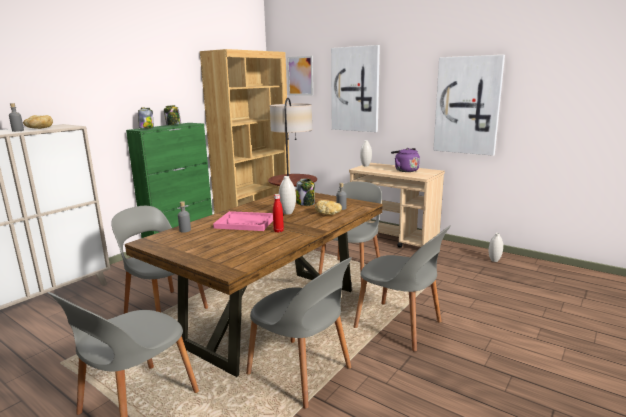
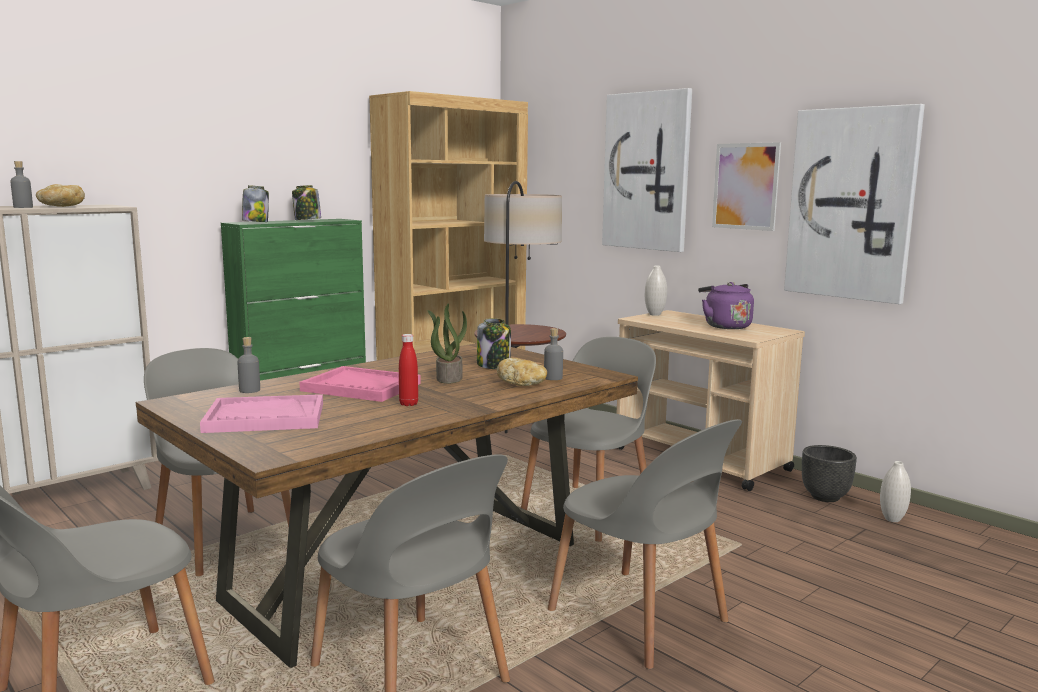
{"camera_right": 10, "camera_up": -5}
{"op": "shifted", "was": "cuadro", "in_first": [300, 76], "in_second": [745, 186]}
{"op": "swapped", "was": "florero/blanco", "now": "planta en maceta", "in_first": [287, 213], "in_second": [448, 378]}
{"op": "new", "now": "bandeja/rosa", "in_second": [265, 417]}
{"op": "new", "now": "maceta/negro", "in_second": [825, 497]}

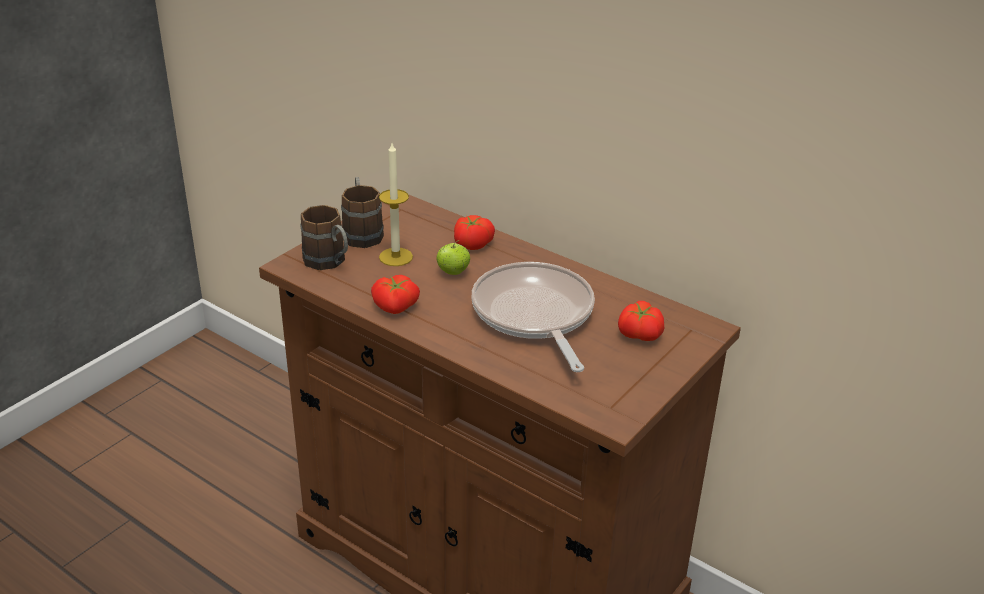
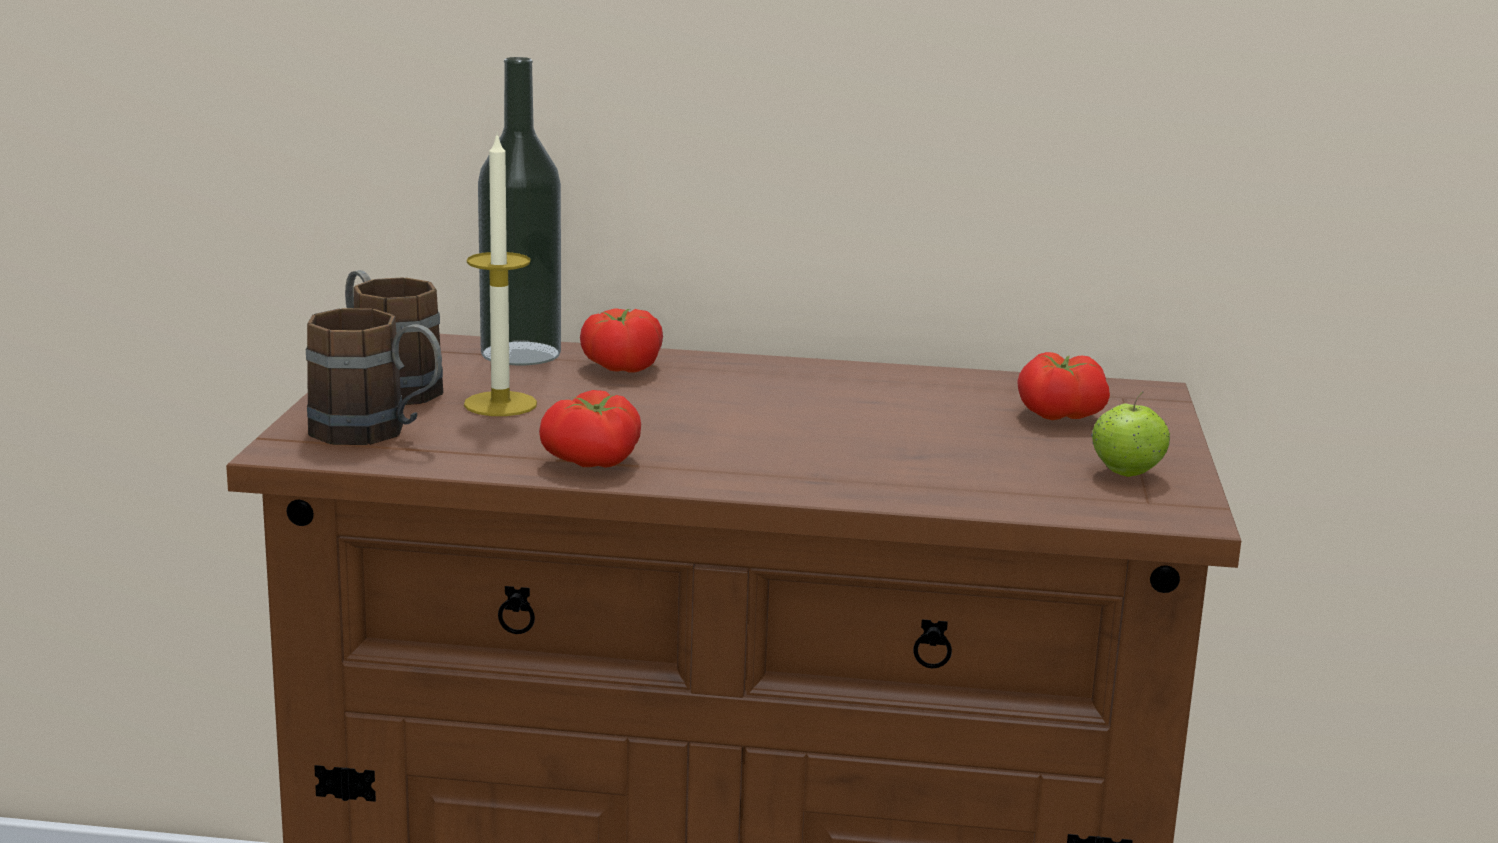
{"camera_right": -30, "camera_up": -15}
{"op": "shifted", "was": "manzana", "in_first": [453, 272], "in_second": [1126, 474]}
{"op": "gone", "was": "sartén", "in_first": [534, 315]}
{"op": "new", "now": "botella", "in_second": [521, 353]}

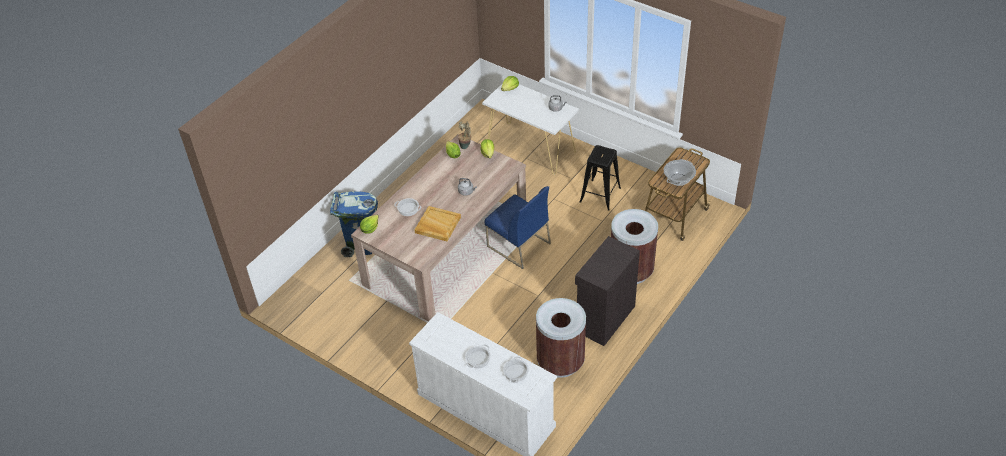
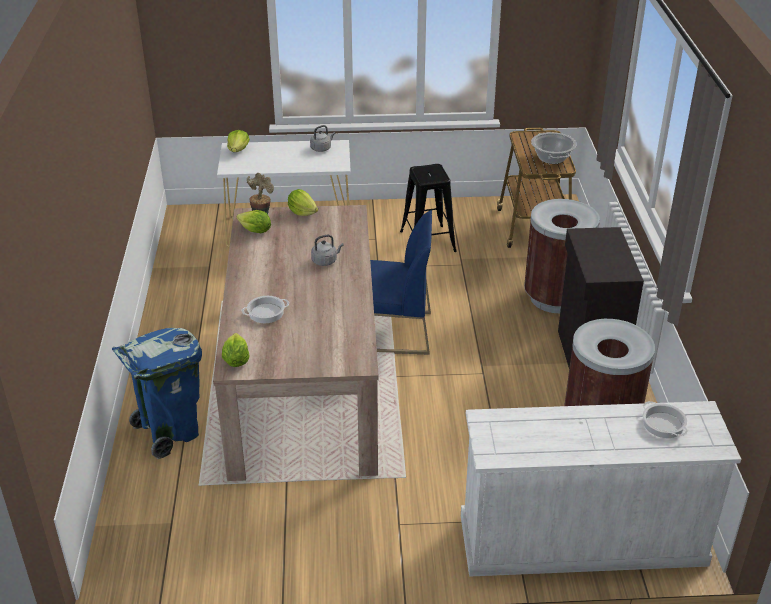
{"camera_right": -40, "camera_up": -10}
{"op": "gone", "was": "bandeja/beis", "in_first": [437, 225]}
{"op": "gone", "was": "olla", "in_first": [478, 359]}

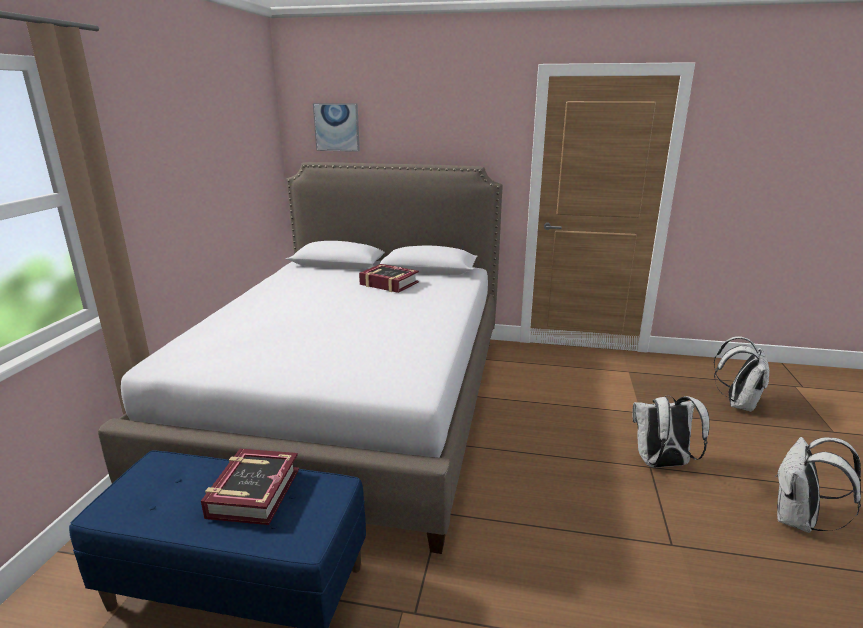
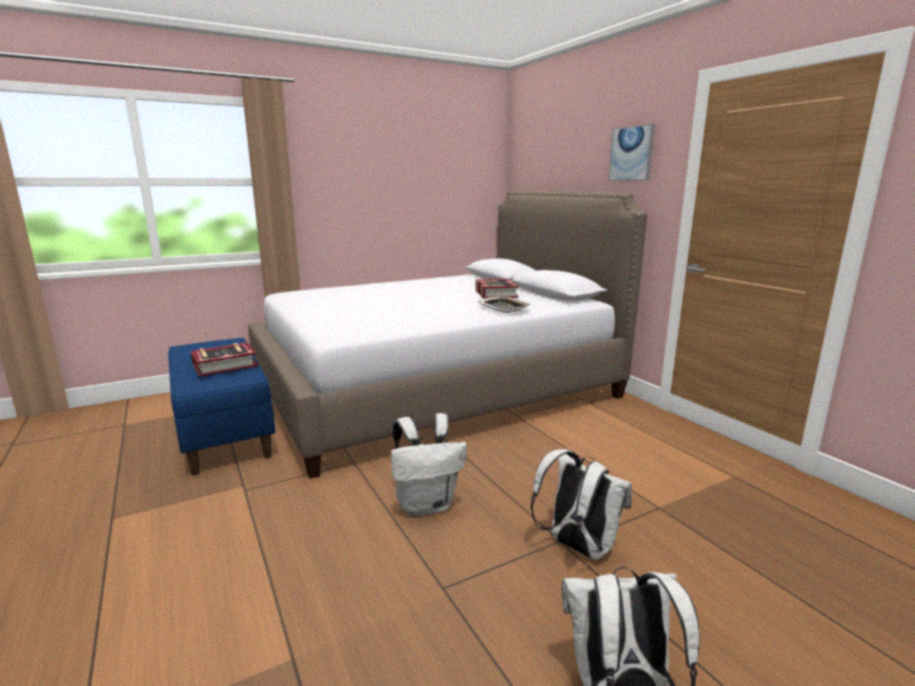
{"camera_right": 50, "camera_up": -5}
{"op": "shifted", "was": "cuadro", "in_first": [337, 127], "in_second": [631, 154]}
{"op": "shifted", "was": "mochila/blanco", "in_first": [737, 403], "in_second": [426, 505]}
{"op": "new", "now": "bandeja", "in_second": [504, 308]}

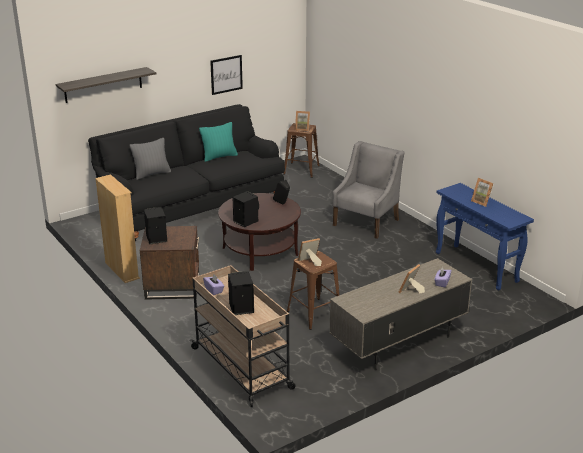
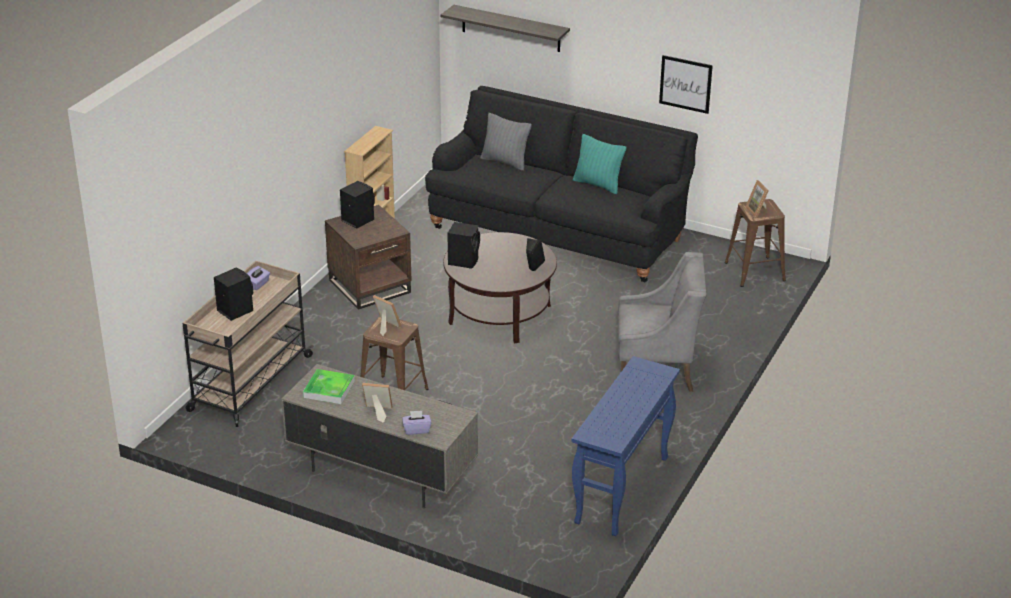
{"camera_right": 60, "camera_up": 5}
{"op": "gone", "was": "portarretratos", "in_first": [482, 202]}
{"op": "new", "now": "bandeja", "in_second": [329, 389]}

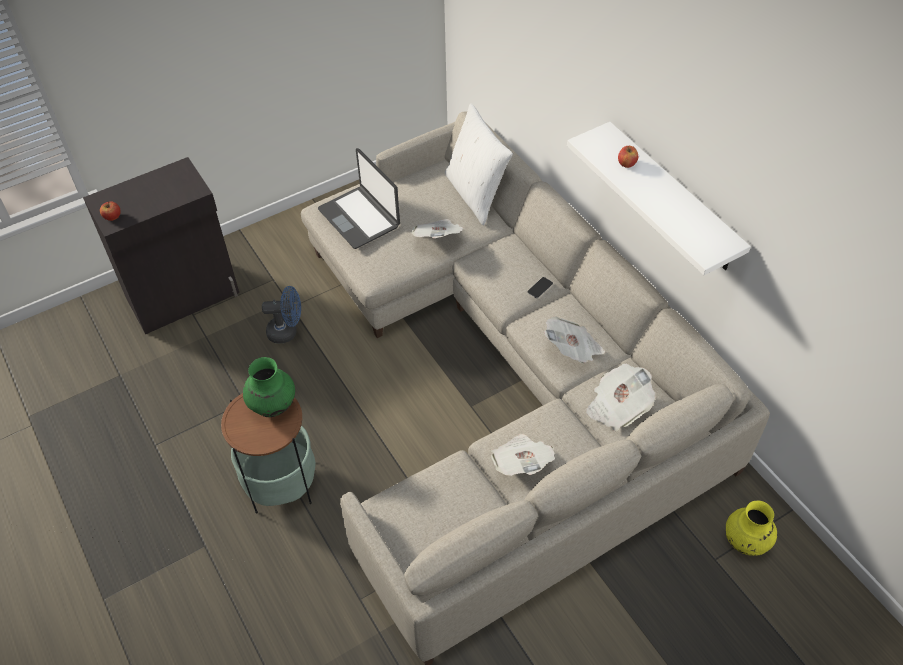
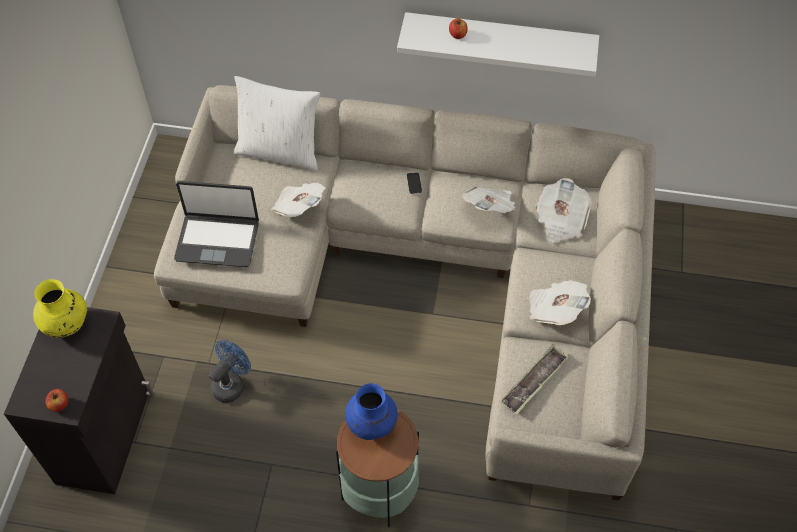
{"camera_right": -50, "camera_up": 5}
{"op": "repainted", "was": "florero/verde", "now": "florero/azul", "in_first": [272, 405], "in_second": [371, 424]}
{"op": "shifted", "was": "florero/amarillo", "in_first": [745, 541], "in_second": [66, 324]}
{"op": "new", "now": "bandeja", "in_second": [534, 381]}

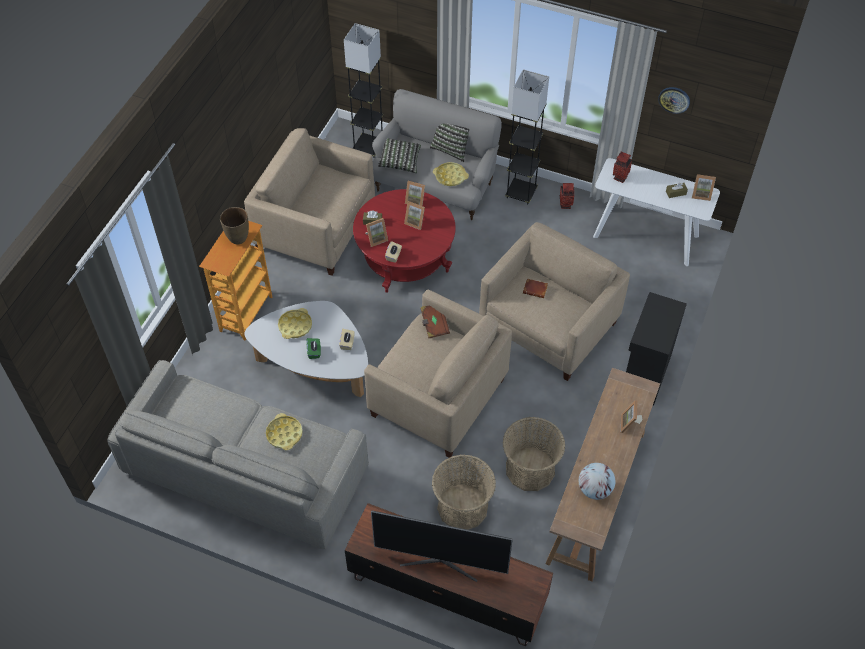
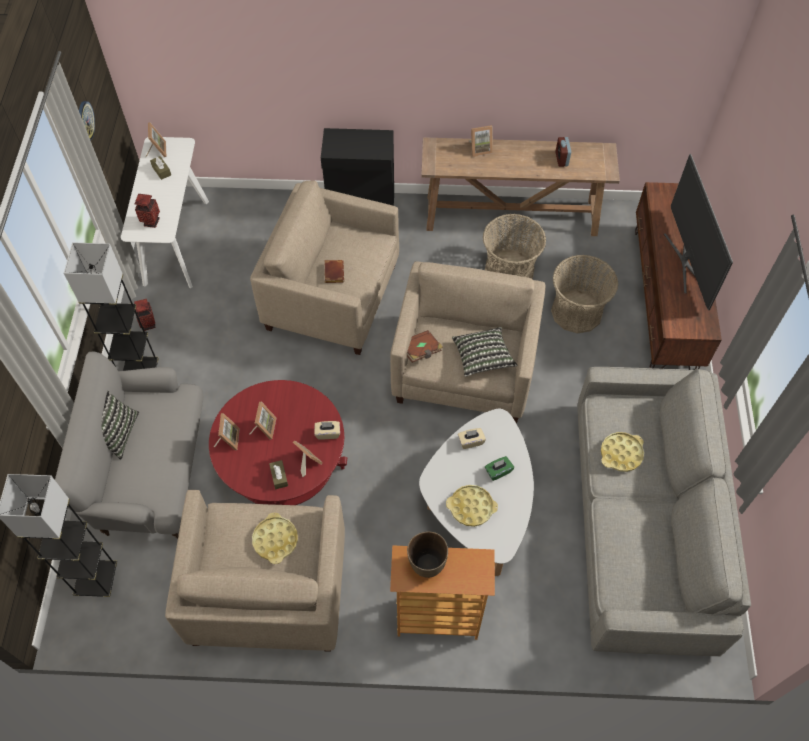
{"camera_right": -110, "camera_up": 5}
{"op": "shifted", "was": "cojín", "in_first": [399, 161], "in_second": [482, 357]}
{"op": "shifted", "was": "bandeja/amarillo", "in_first": [450, 176], "in_second": [275, 540]}
{"op": "swapped", "was": "globo terráqueo", "now": "despertador", "in_first": [594, 489], "in_second": [561, 159]}

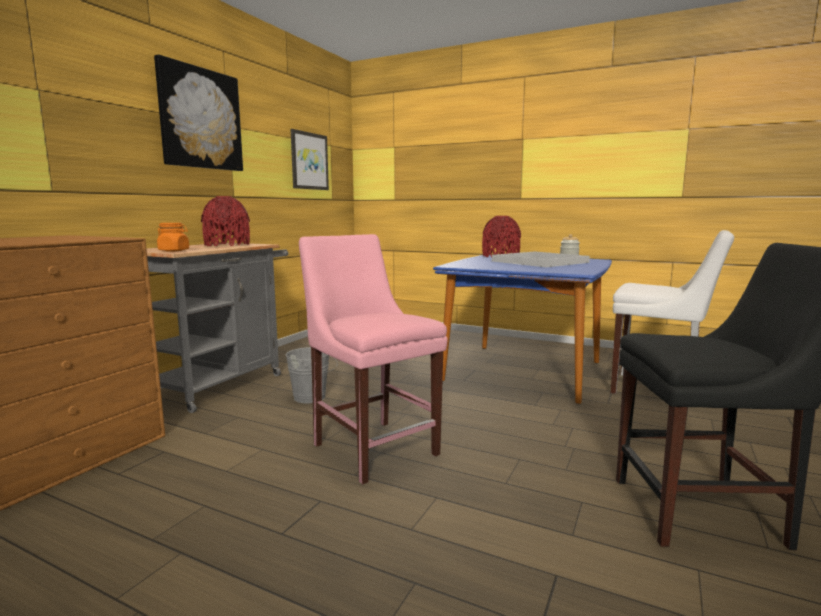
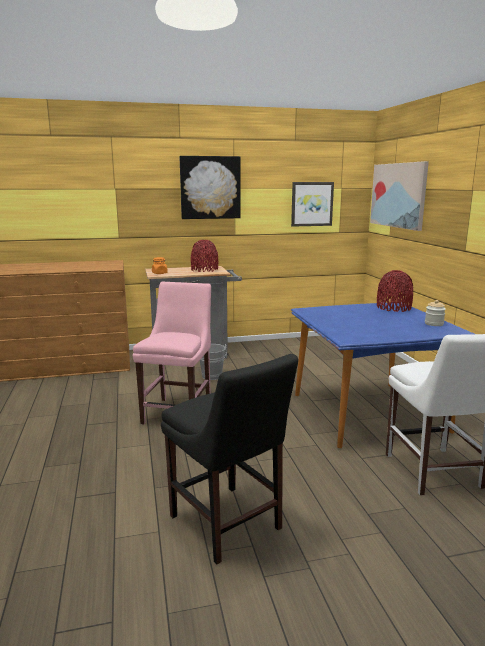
{"camera_right": 50, "camera_up": 5}
{"op": "gone", "was": "bandeja/blanco", "in_first": [541, 262]}
{"op": "new", "now": "cuadro", "in_second": [398, 195]}

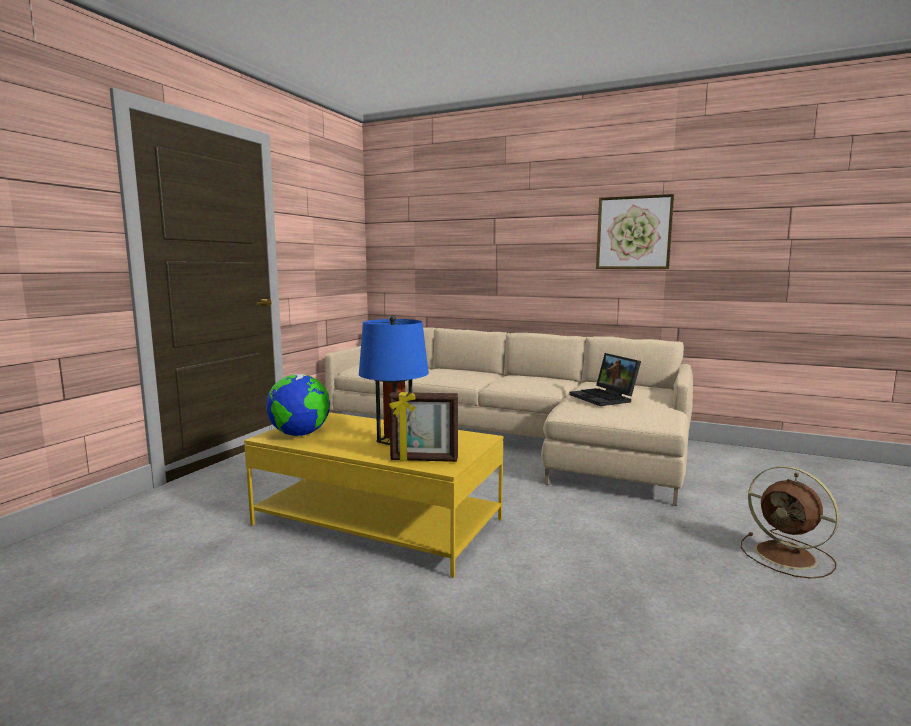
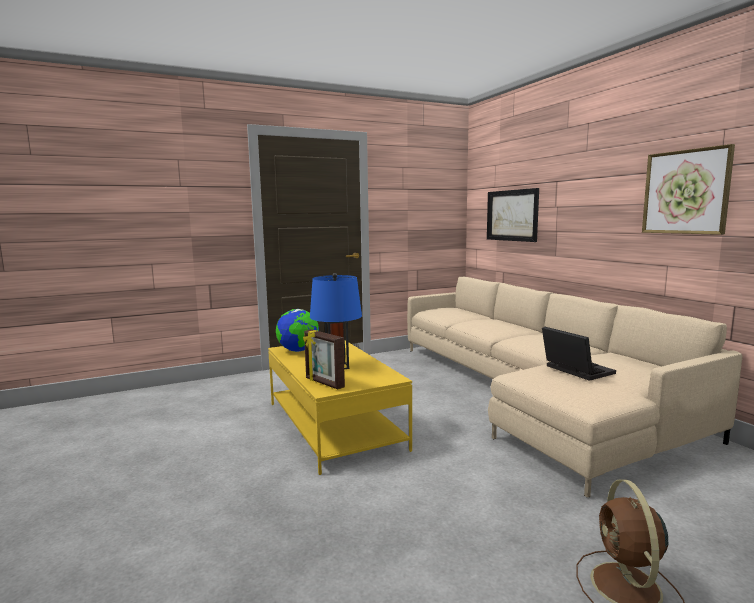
{"camera_right": 40, "camera_up": 0}
{"op": "rotated", "was": "portátil", "in_first": [605, 398], "in_second": [574, 370], "clockwise": 135}
{"op": "new", "now": "cuadro", "in_second": [512, 215]}

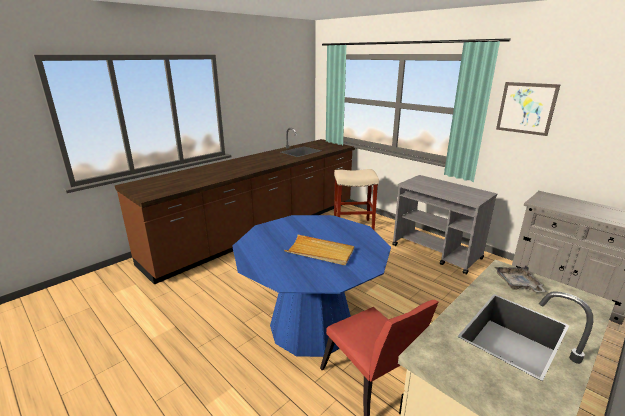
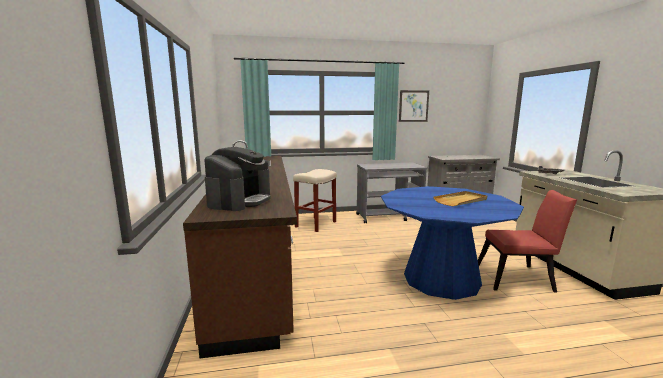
{"camera_right": -55, "camera_up": -10}
{"op": "new", "now": "cafetera", "in_second": [240, 201]}

